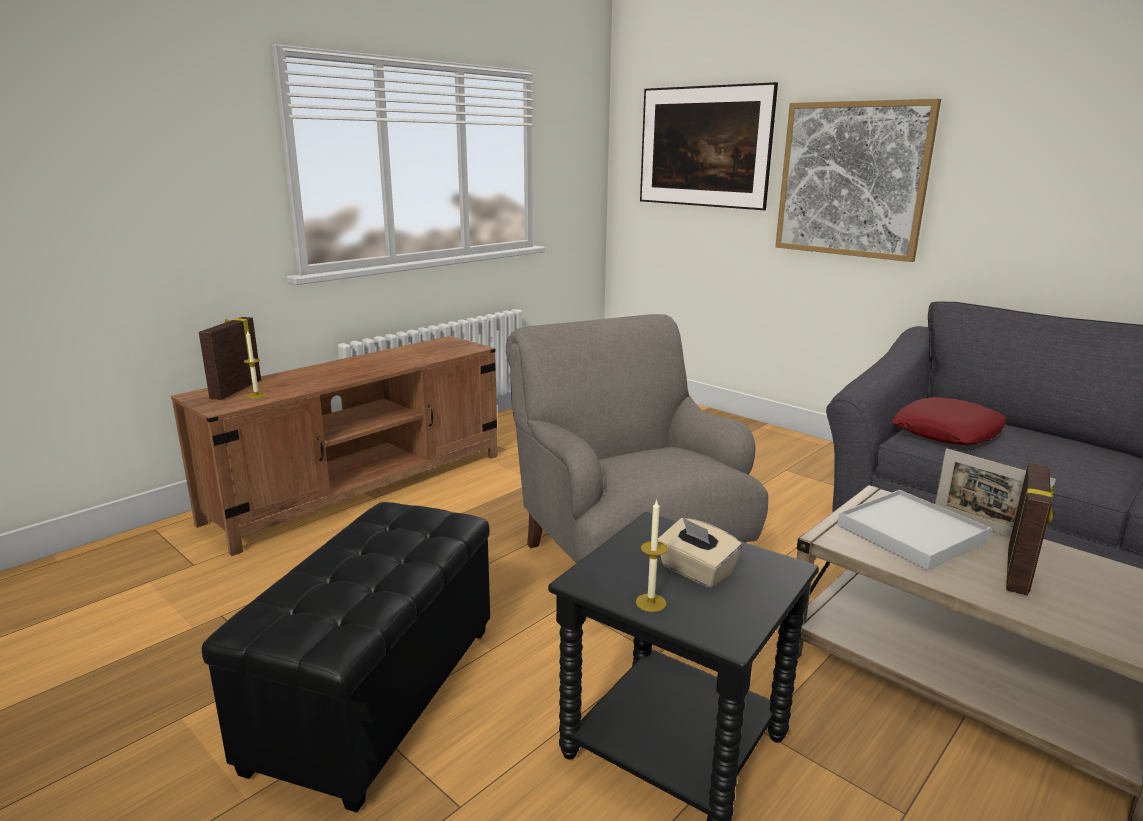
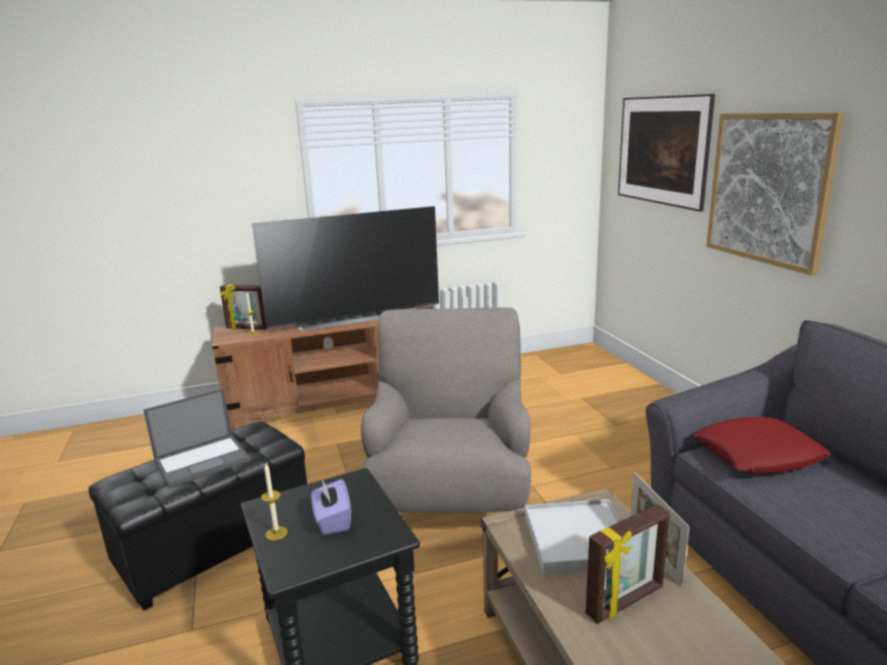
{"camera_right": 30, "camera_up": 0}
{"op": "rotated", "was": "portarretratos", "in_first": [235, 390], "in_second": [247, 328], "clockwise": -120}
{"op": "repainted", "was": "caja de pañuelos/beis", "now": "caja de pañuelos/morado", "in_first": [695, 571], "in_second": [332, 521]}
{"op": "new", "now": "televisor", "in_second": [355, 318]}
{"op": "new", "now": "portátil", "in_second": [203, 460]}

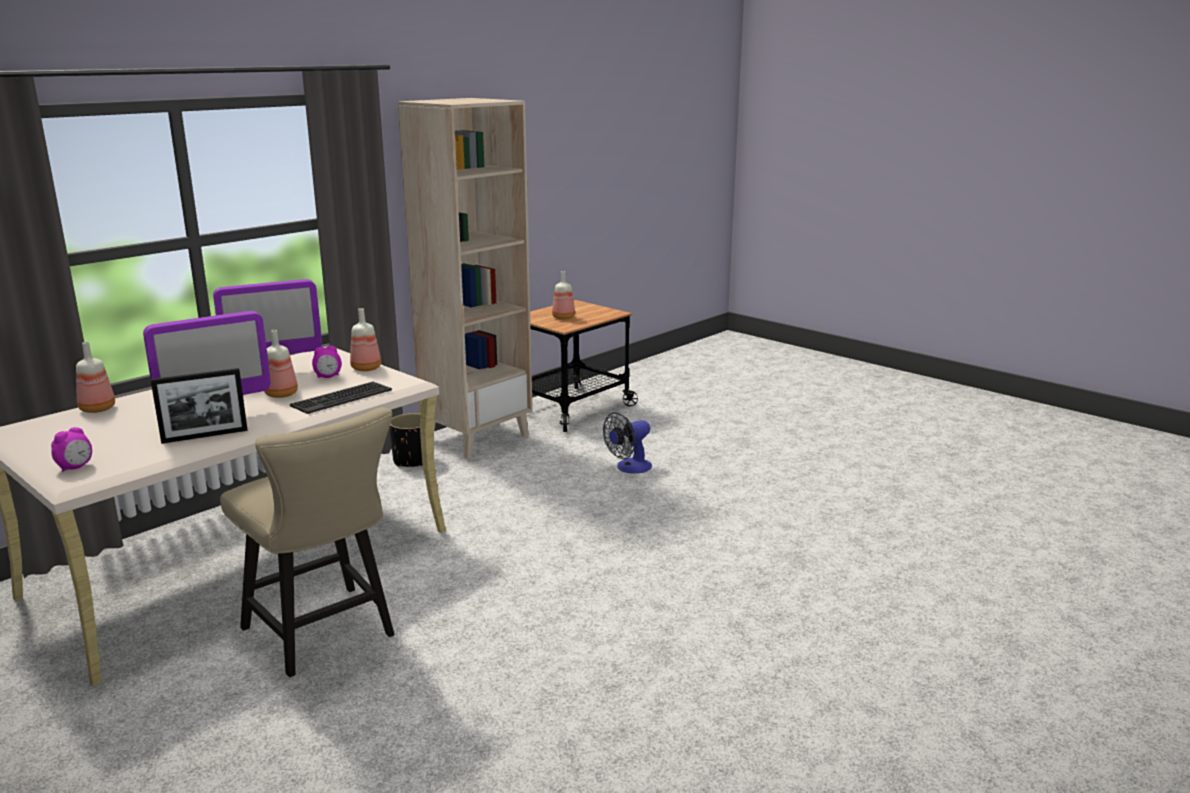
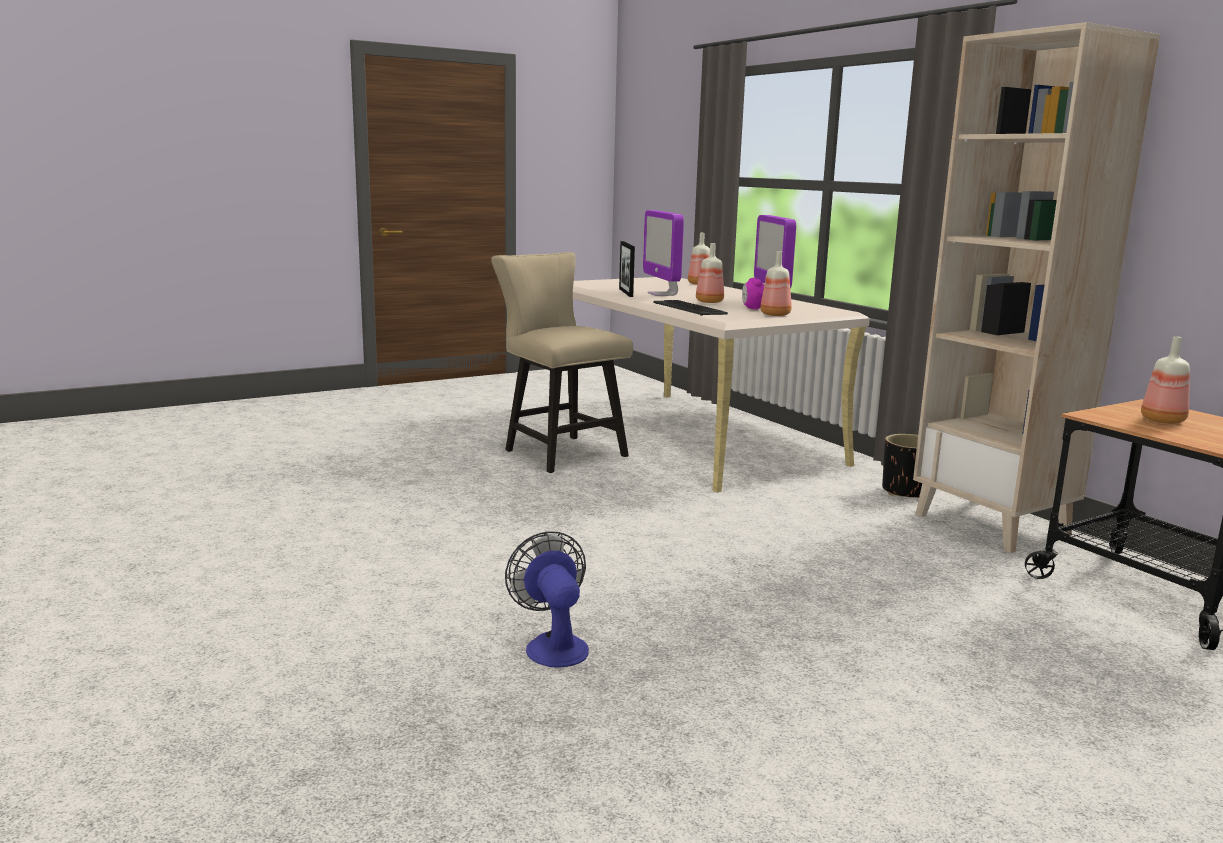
{"camera_right": 105, "camera_up": -5}
{"op": "rotated", "was": "silla/beis", "in_first": [325, 636], "in_second": [559, 451], "clockwise": 75}
{"op": "shifted", "was": "ventilador", "in_first": [629, 468], "in_second": [553, 645]}
{"op": "gone", "was": "despertador", "in_first": [75, 467]}

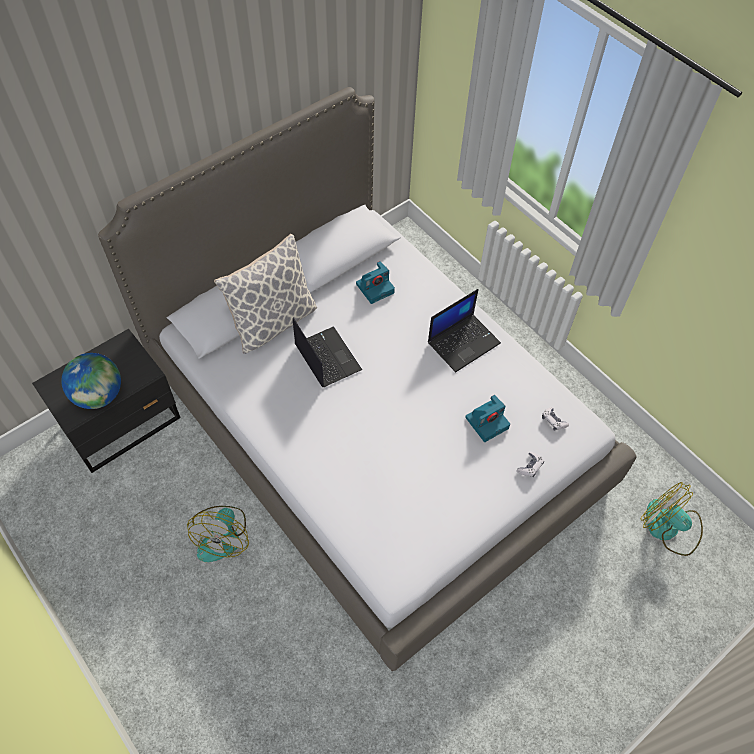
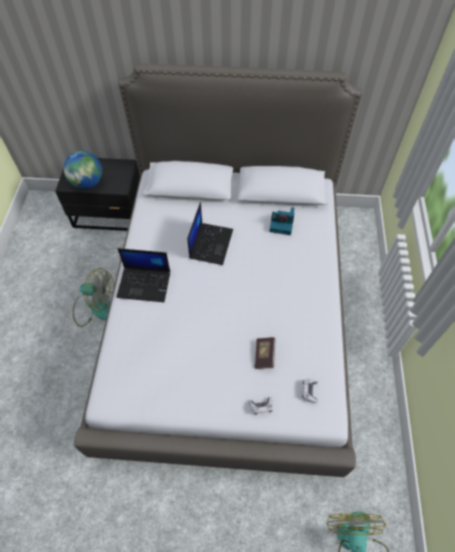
{"camera_right": 45, "camera_up": 0}
{"op": "gone", "was": "cojín", "in_first": [273, 322]}
{"op": "shifted", "was": "portátil", "in_first": [463, 342], "in_second": [145, 284]}
{"op": "swapped", "was": "cámara", "now": "libro", "in_first": [487, 422], "in_second": [264, 355]}
{"op": "rotated", "was": "ventilador", "in_first": [222, 535], "in_second": [95, 306], "clockwise": -135}

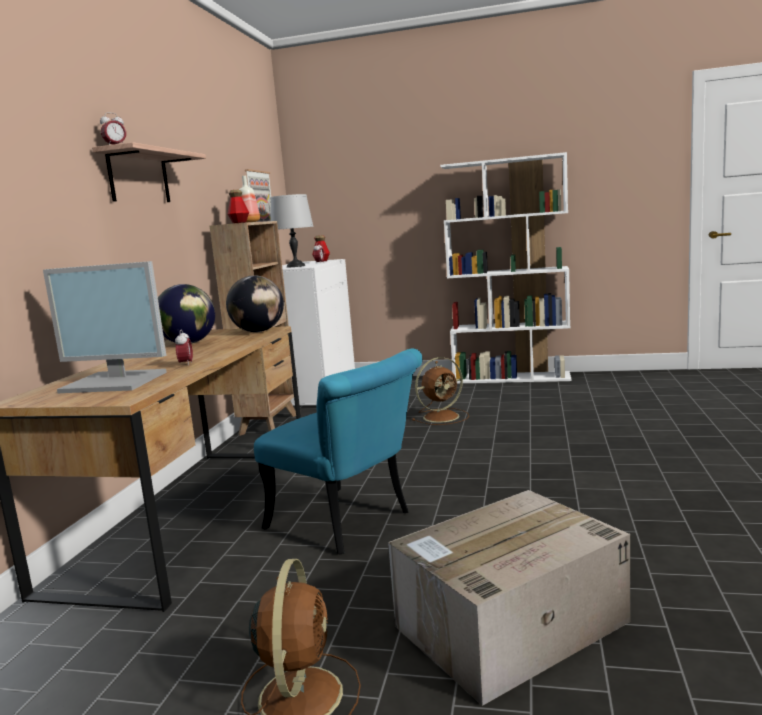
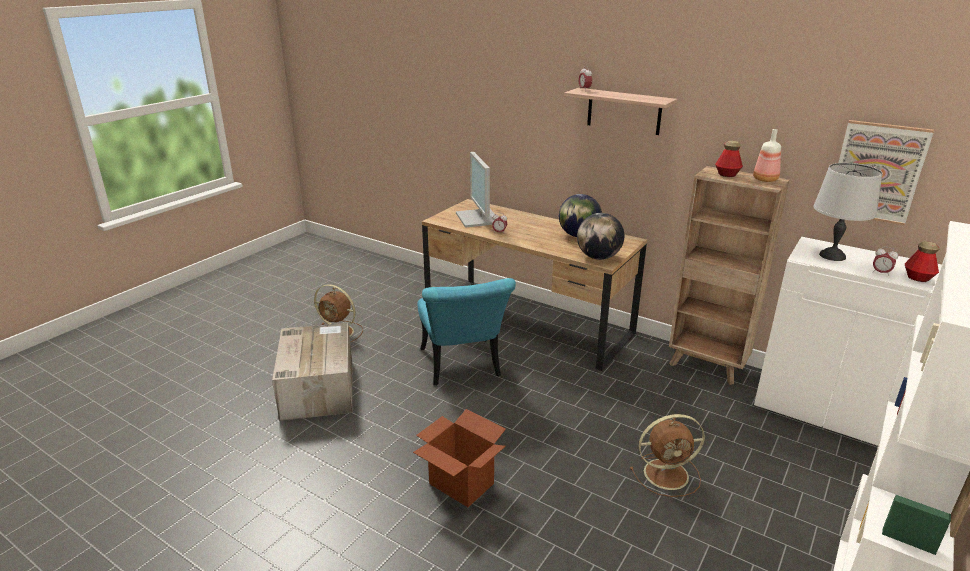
{"camera_right": 110, "camera_up": 15}
{"op": "rotated", "was": "monitor", "in_first": [117, 382], "in_second": [478, 218], "clockwise": -45}
{"op": "rotated", "was": "silla/turquesa", "in_first": [349, 523], "in_second": [462, 367], "clockwise": -75}
{"op": "rotated", "was": "ventilador/marrón", "in_first": [442, 416], "in_second": [668, 474], "clockwise": -90}
{"op": "new", "now": "caja de cartón", "in_second": [461, 483]}

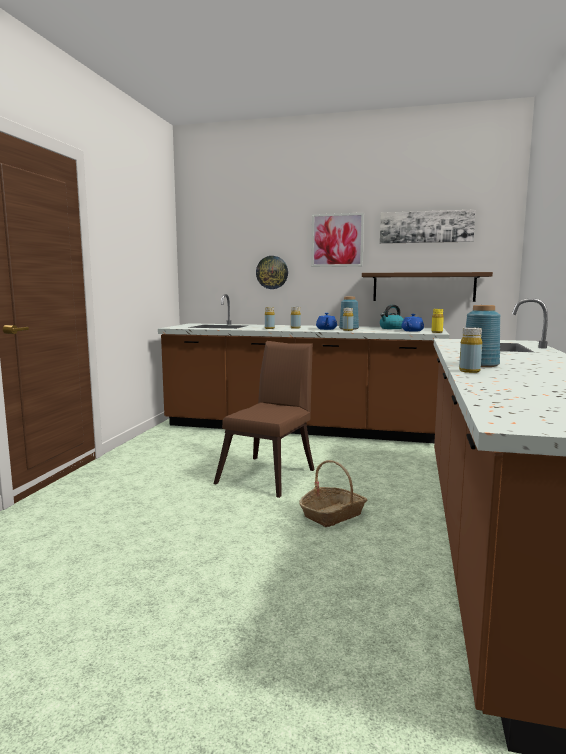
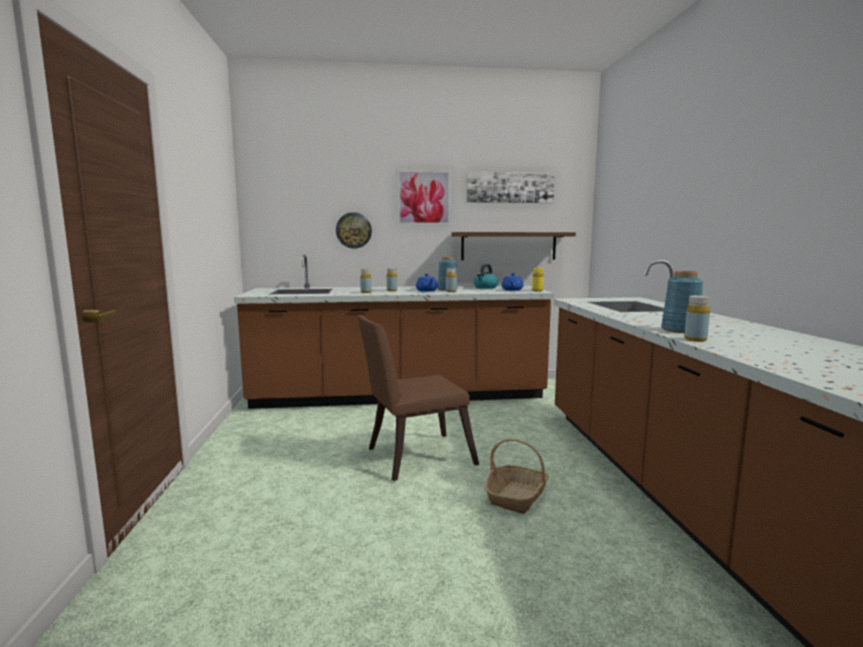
{"camera_right": -20, "camera_up": 0}
{"op": "rotated", "was": "silla/marrón", "in_first": [270, 474], "in_second": [413, 457], "clockwise": -120}

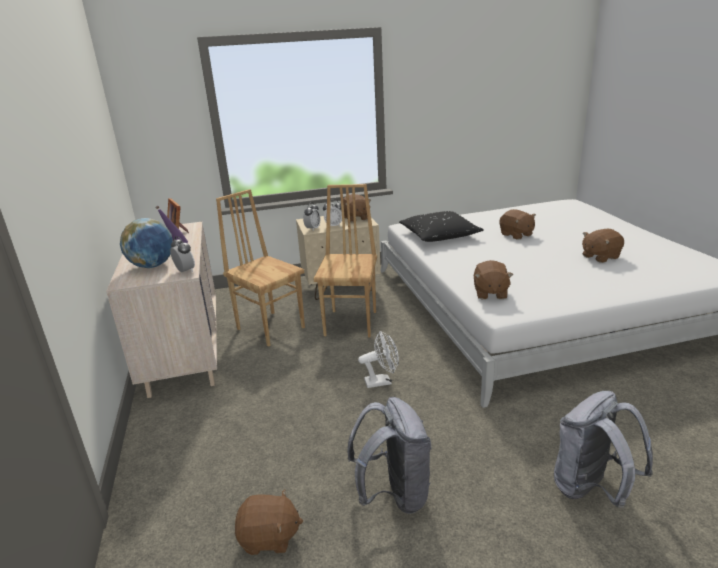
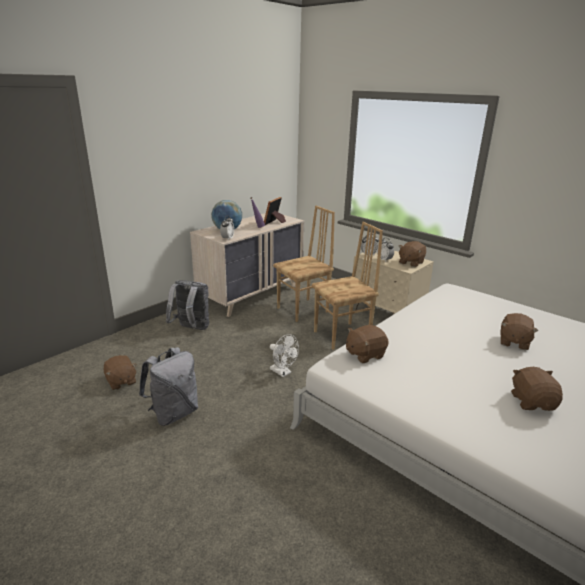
{"camera_right": 55, "camera_up": 0}
{"op": "rotated", "was": "silla/marrón", "in_first": [271, 328], "in_second": [303, 310], "clockwise": 45}
{"op": "gone", "was": "cojín/negro", "in_first": [439, 235]}
{"op": "rotated", "was": "peluche/marrón", "in_first": [600, 257], "in_second": [532, 402], "clockwise": 60}
{"op": "shifted", "was": "mochila/gris", "in_first": [591, 489], "in_second": [191, 329]}

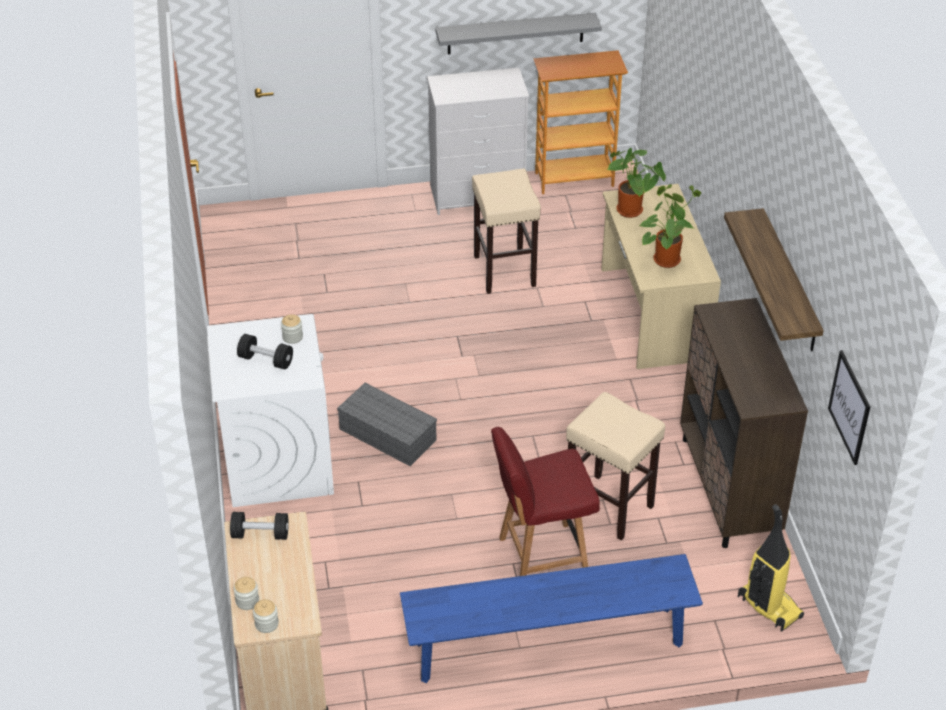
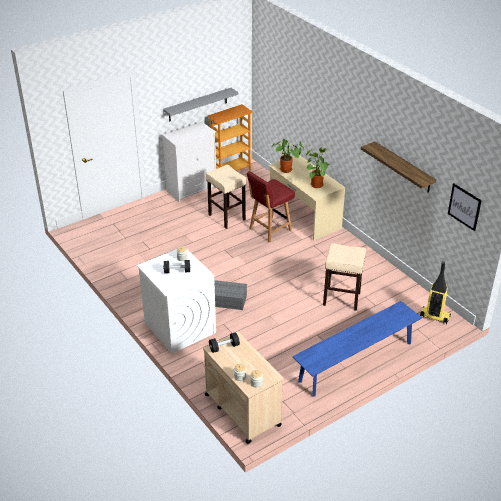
{"camera_right": -25, "camera_up": -5}
{"op": "gone", "was": "armario/marrón", "in_first": [728, 489]}
{"op": "shifted", "was": "silla/rojo", "in_first": [541, 556], "in_second": [269, 230]}

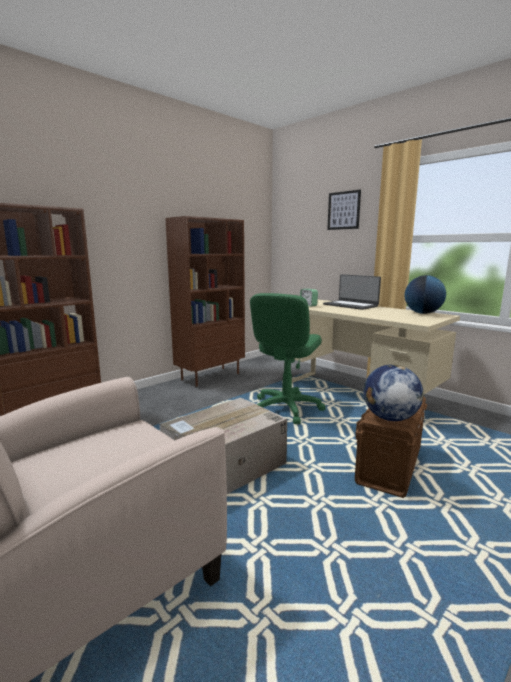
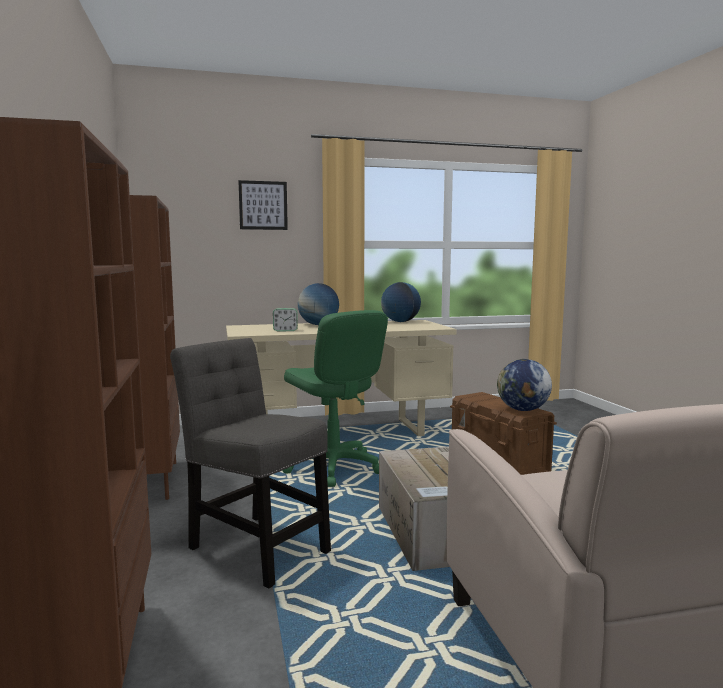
{"camera_right": -60, "camera_up": -5}
{"op": "swapped", "was": "portátil", "now": "globo terráqueo", "in_first": [350, 305], "in_second": [318, 325]}
{"op": "new", "now": "silla/gris", "in_second": [255, 546]}

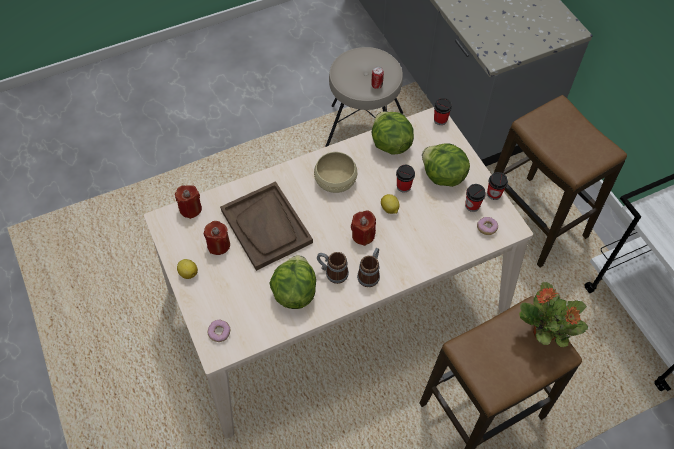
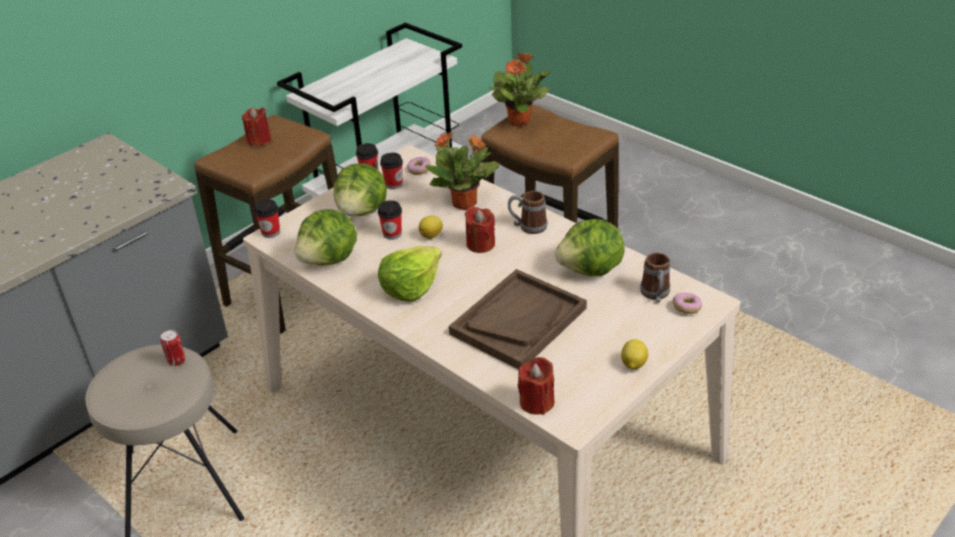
{"camera_right": -110, "camera_up": -20}
{"op": "swapped", "was": "cuenco/beis", "now": "lechuga", "in_first": [335, 180], "in_second": [411, 287]}
{"op": "shifted", "was": "vela/rojo", "in_first": [218, 245], "in_second": [259, 140]}
{"op": "shifted", "was": "taza grande", "in_first": [332, 272], "in_second": [656, 295]}
{"op": "new", "now": "planta en maceta", "in_second": [465, 204]}

